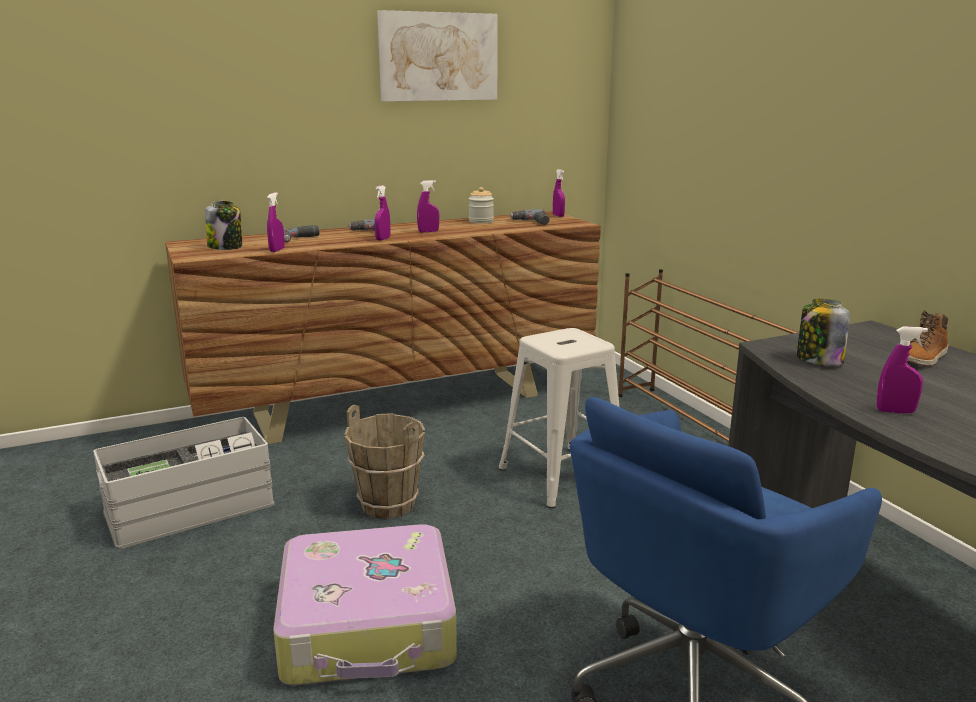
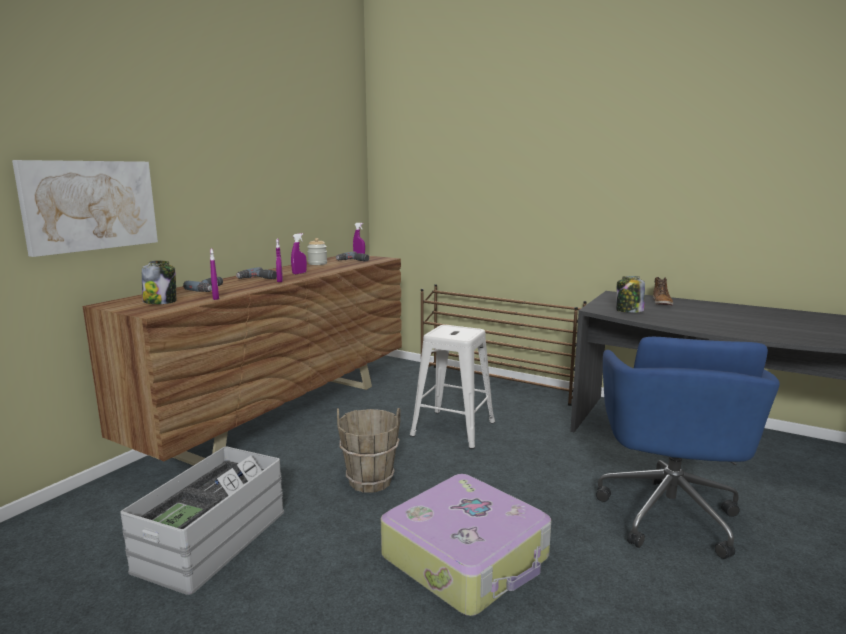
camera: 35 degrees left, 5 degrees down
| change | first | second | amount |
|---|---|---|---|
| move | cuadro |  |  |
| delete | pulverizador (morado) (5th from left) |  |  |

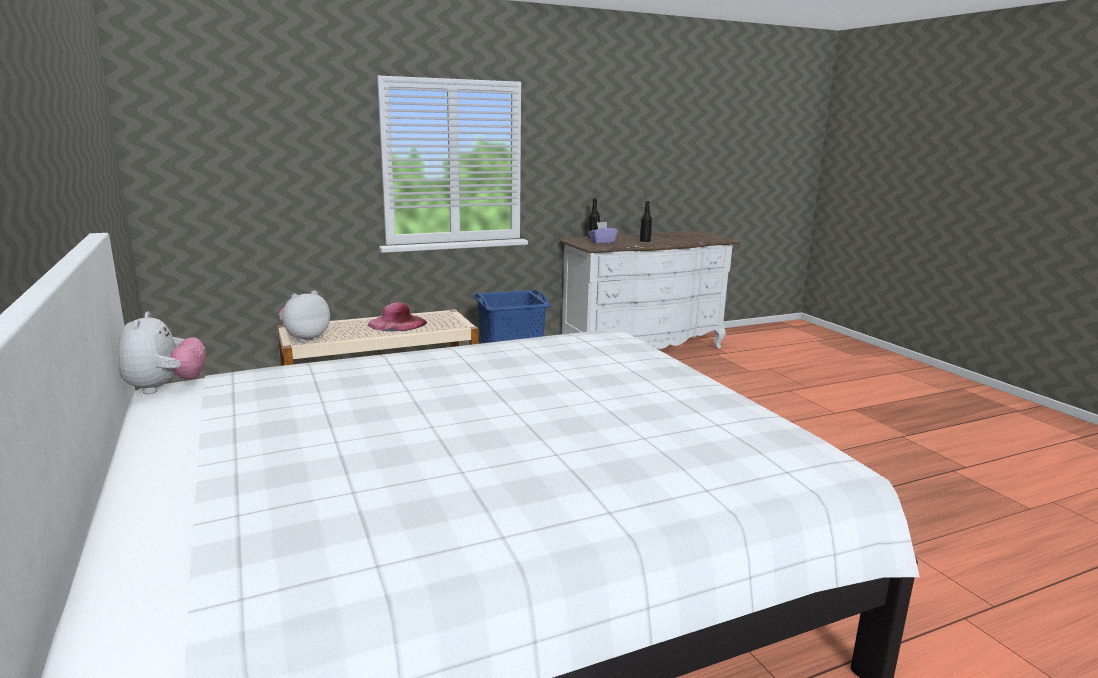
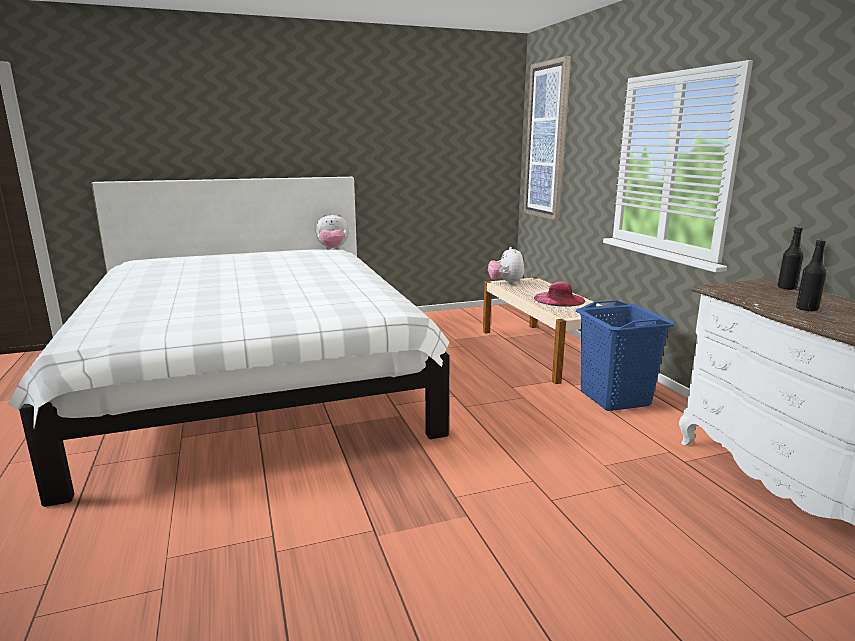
camera: 95 degrees right, 0 degrees up
| change | first | second | amount |
|---|---|---|---|
| rotate | peluche (2nd from left) |  | 150 degrees counterclockwise |
| insert |  | cuadro |  |
| delete | caja de pañuelos (morado) |  |  |

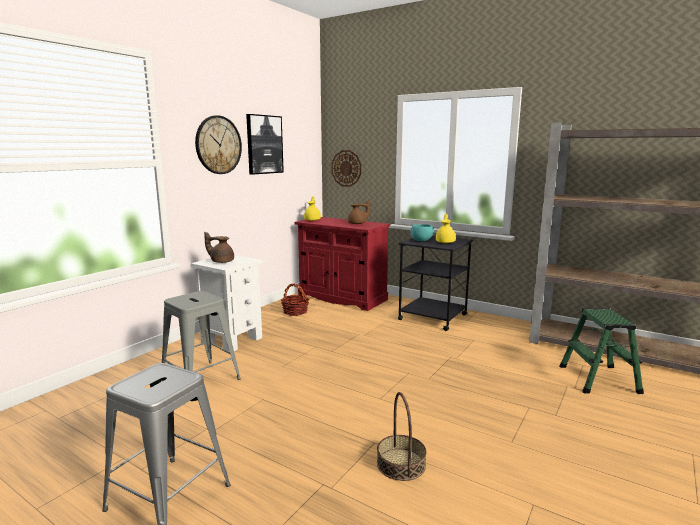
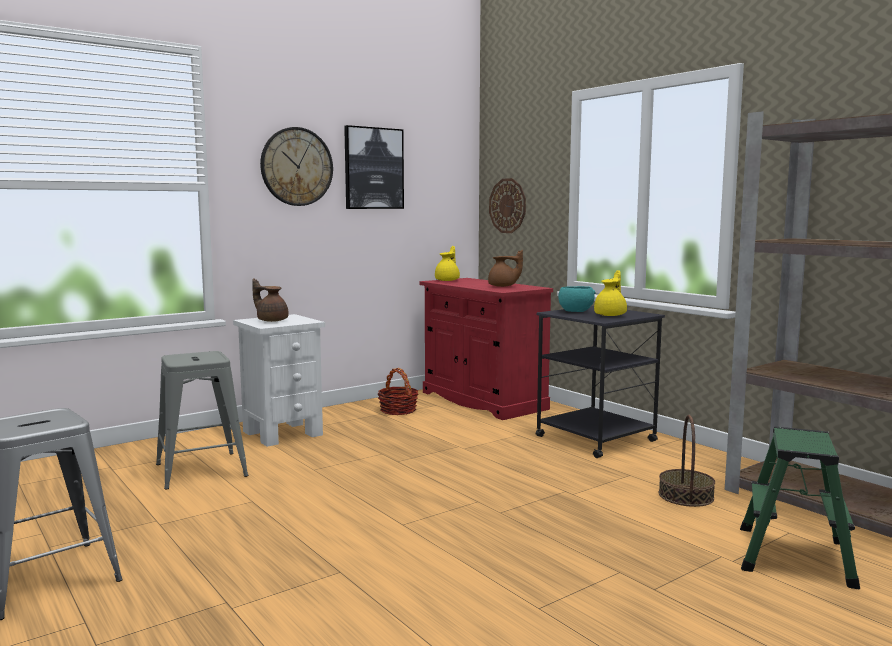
camera: 20 degrees right, 5 degrees down
| change | first | second | amount |
|---|---|---|---|
| move | cesta (2nd from left) |  |  |

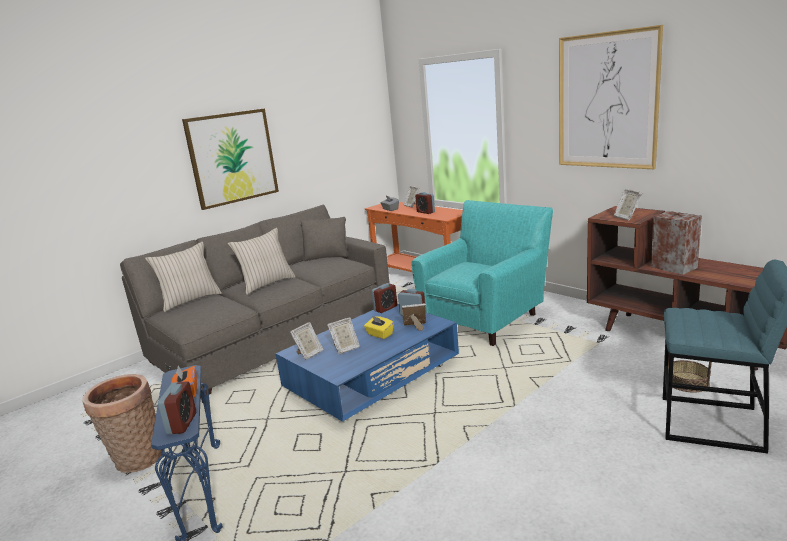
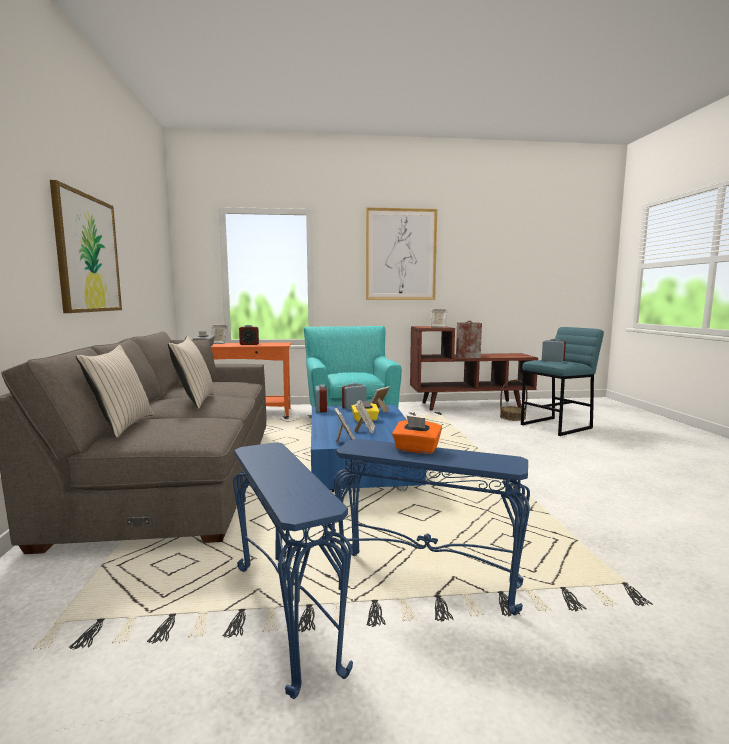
camera: 55 degrees left, 10 degrees down
| change | first | second | amount |
|---|---|---|---|
| replace | cesta (1st from left) | mesa auxiliar (azul) (1st from left) |  |
| move | despertador (1st from left in the first image) | despertador (4th from left) |  |

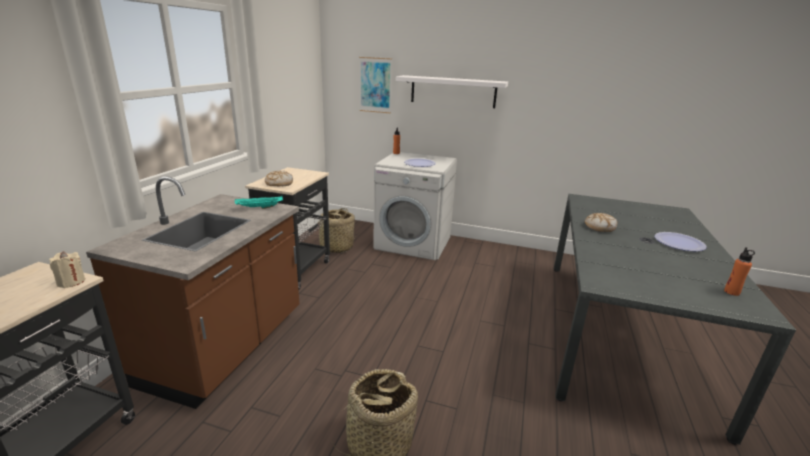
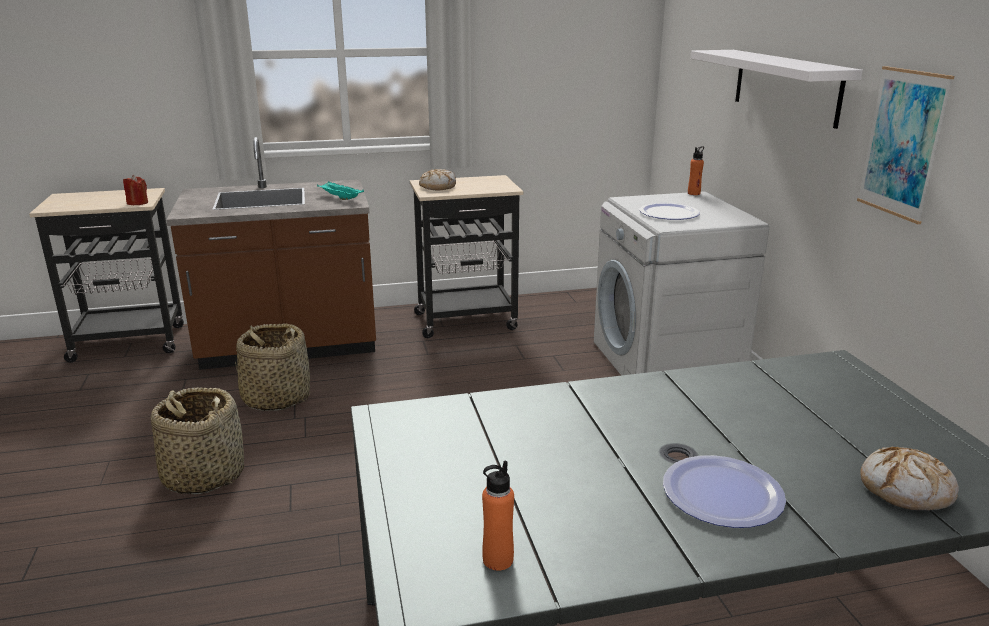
camera: 60 degrees right, 0 degrees up
| change | first | second | amount |
|---|---|---|---|
| recolor | vela (beis) | vela (rojo) |  |
| move | cesta (1st from left in the first image) | cesta (2nd from left) |  |
| move | cuadro |  |  |
| move | pan (2nd from left) |  |  |

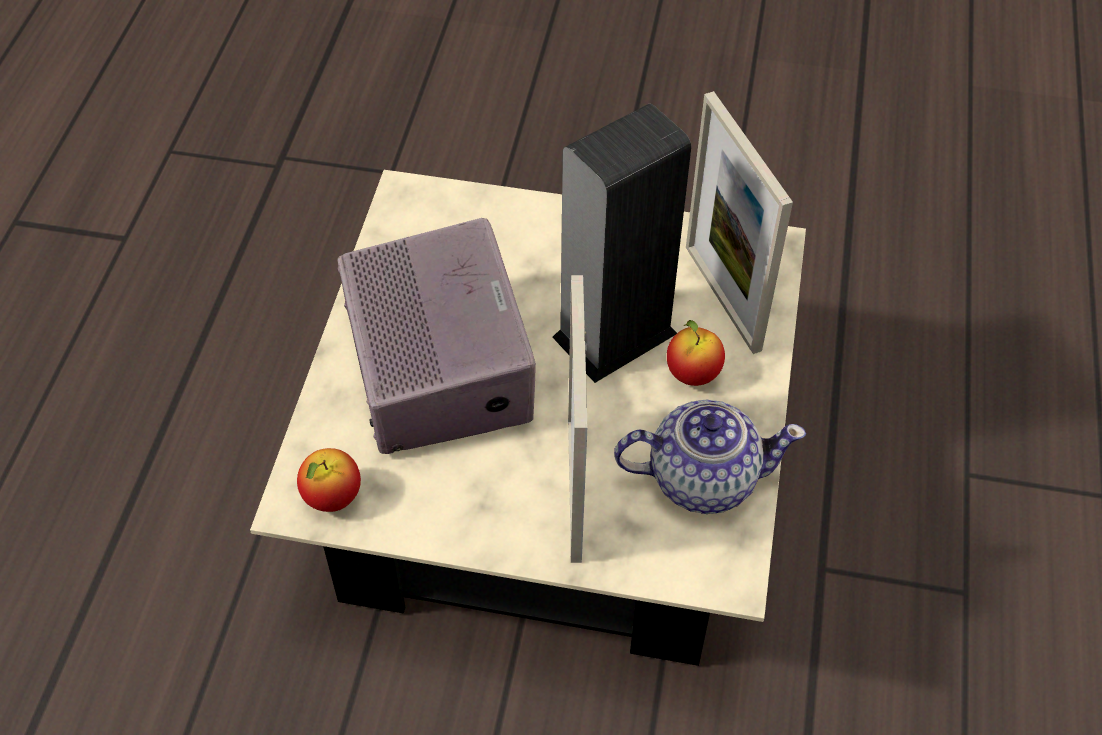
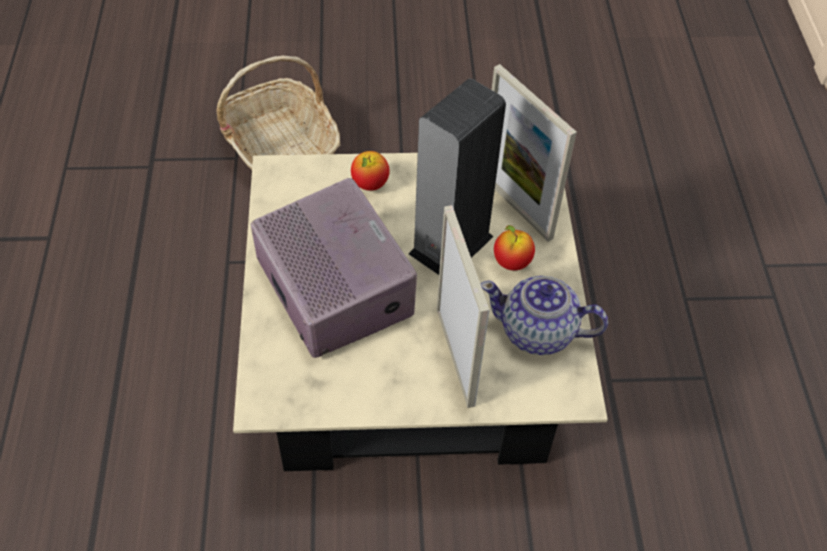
camera: 15 degrees left, 0 degrees up
| change | first | second | amount |
|---|---|---|---|
| insert |  | cesta |  |
| move | manzana (1st from left) |  |  |
| rotate | tetera |  | 150 degrees counterclockwise |

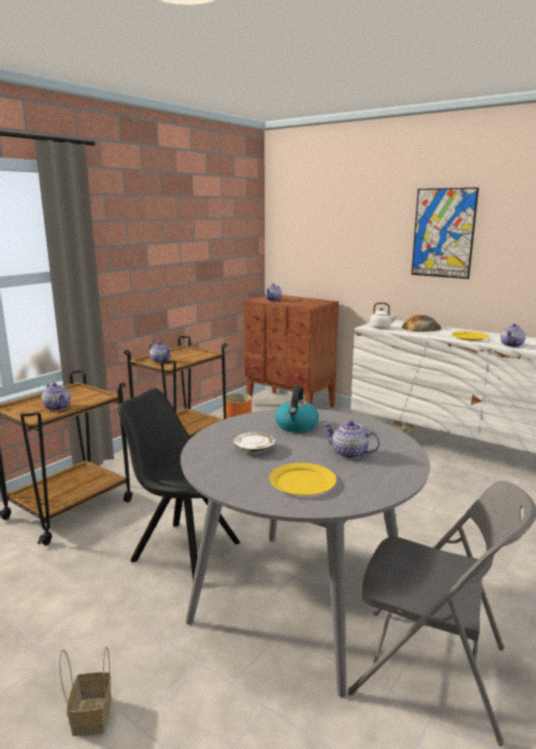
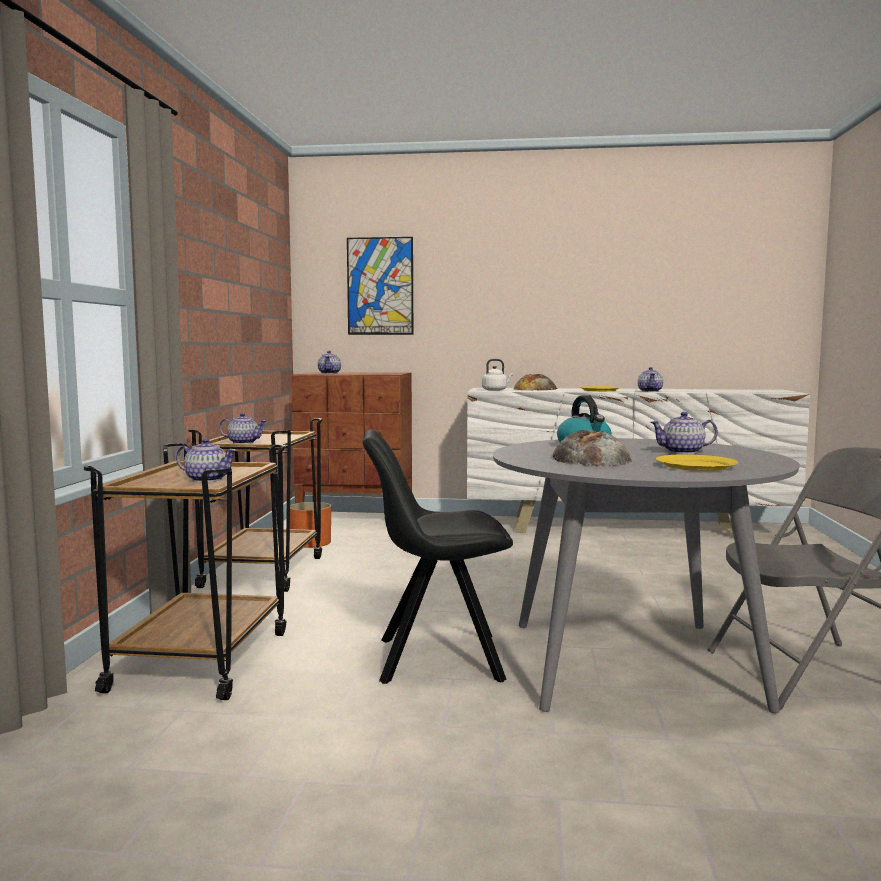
camera: 30 degrees left, 10 degrees down
| change | first | second | amount |
|---|---|---|---|
| move | cuadro |  |  |
| replace | plato (blanco) | pan (2nd from left) |  |
| delete | cesta |  |  |

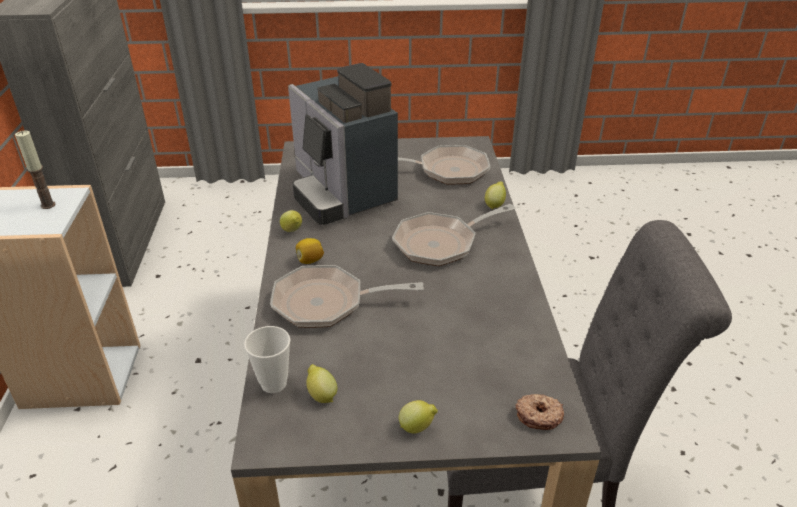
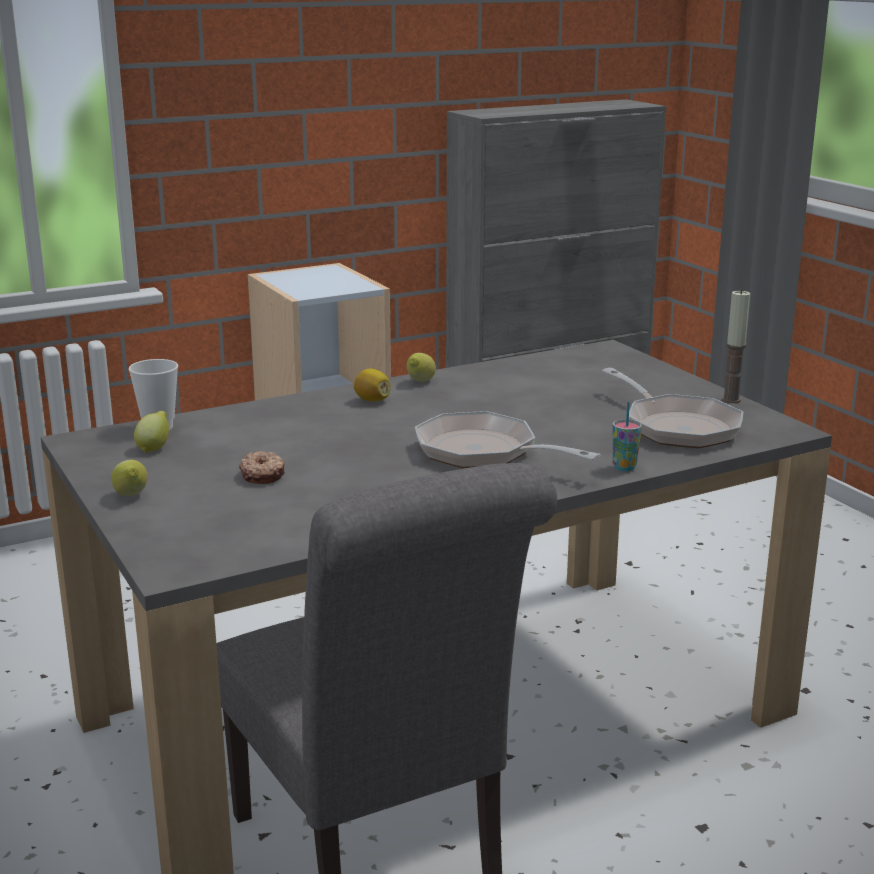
camera: 65 degrees right, 15 degrees down
| change | first | second | amount |
|---|---|---|---|
| move | rosquilla |  |  |
| replace | limón (5th from left) | taza (2nd from left) |  |
| move | vela |  |  |
| delete | sartén (1st from left) |  |  |
| delete | cafetera |  |  |

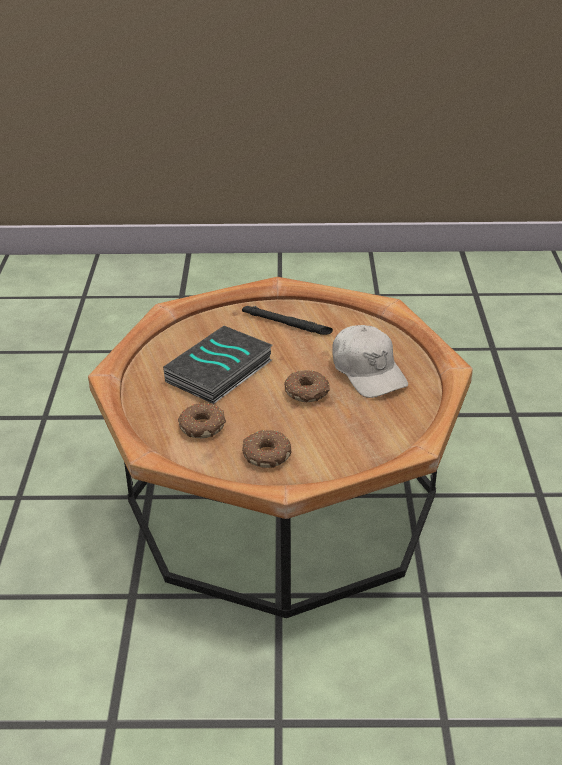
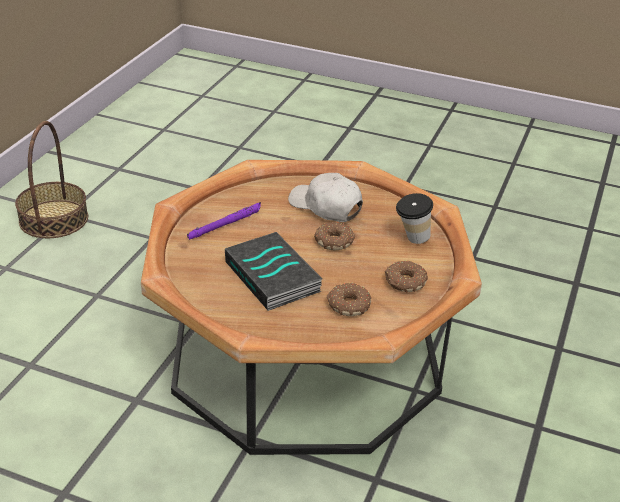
camera: 70 degrees left, 0 degrees up
| change | first | second | amount |
|---|---|---|---|
| insert |  | cesta |  |
| recolor | linterna (negro) | linterna (morado) |  |
| rotate | gorra (blanco) |  | 135 degrees counterclockwise |
| insert |  | taza |  |

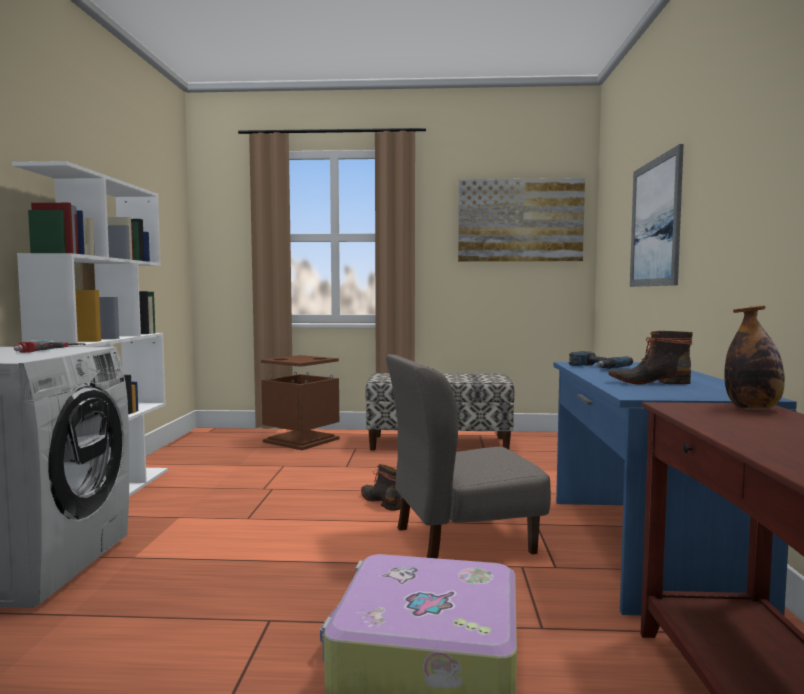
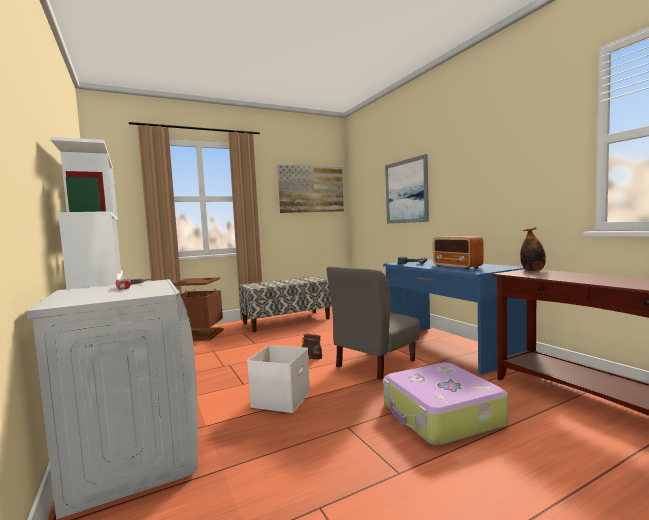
camera: 30 degrees left, 0 degrees up
| change | first | second | amount |
|---|---|---|---|
| insert |  | caja de almacenaje (blanco) |  |
| replace | bota (2nd from left) | radio |  |

